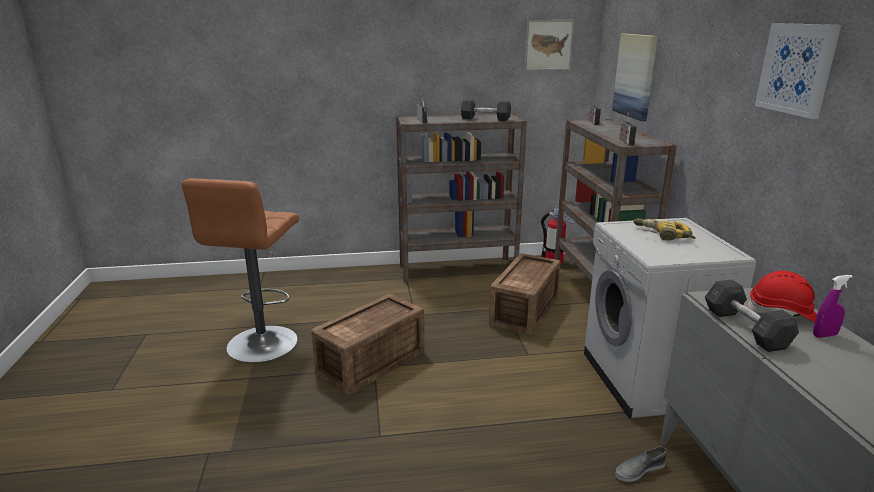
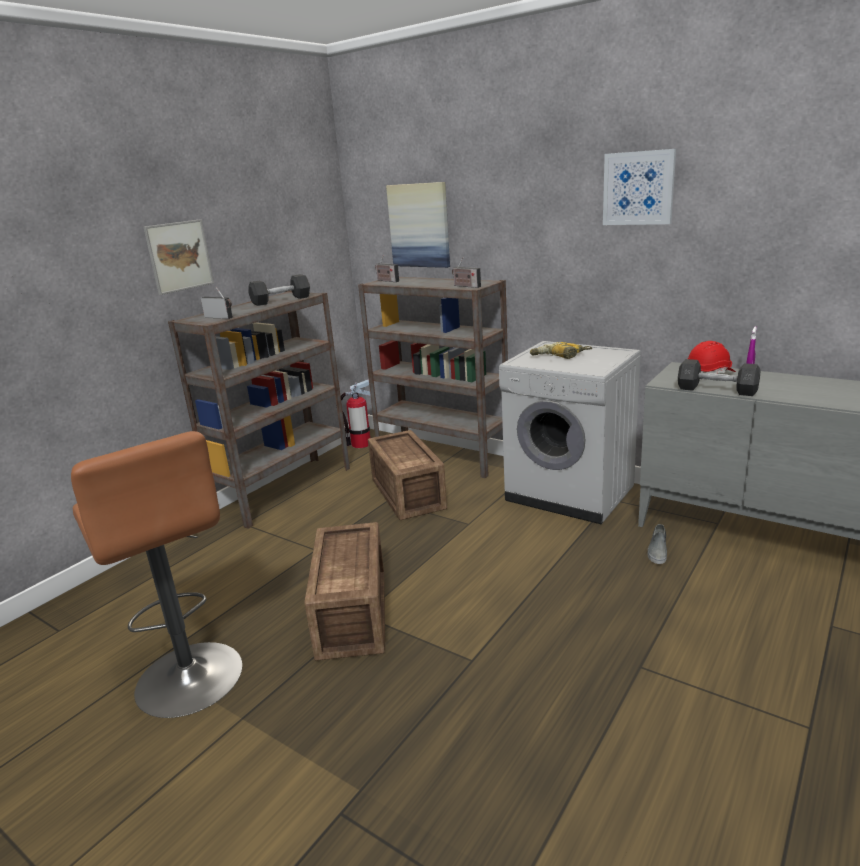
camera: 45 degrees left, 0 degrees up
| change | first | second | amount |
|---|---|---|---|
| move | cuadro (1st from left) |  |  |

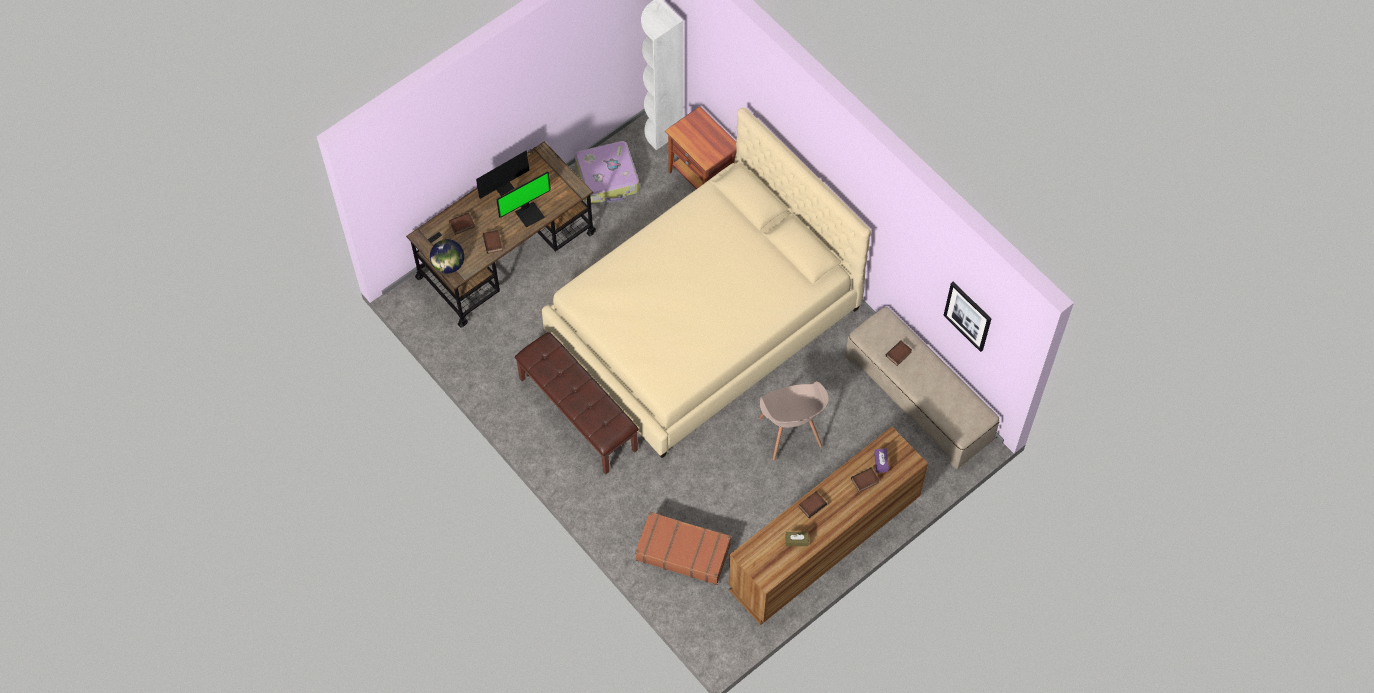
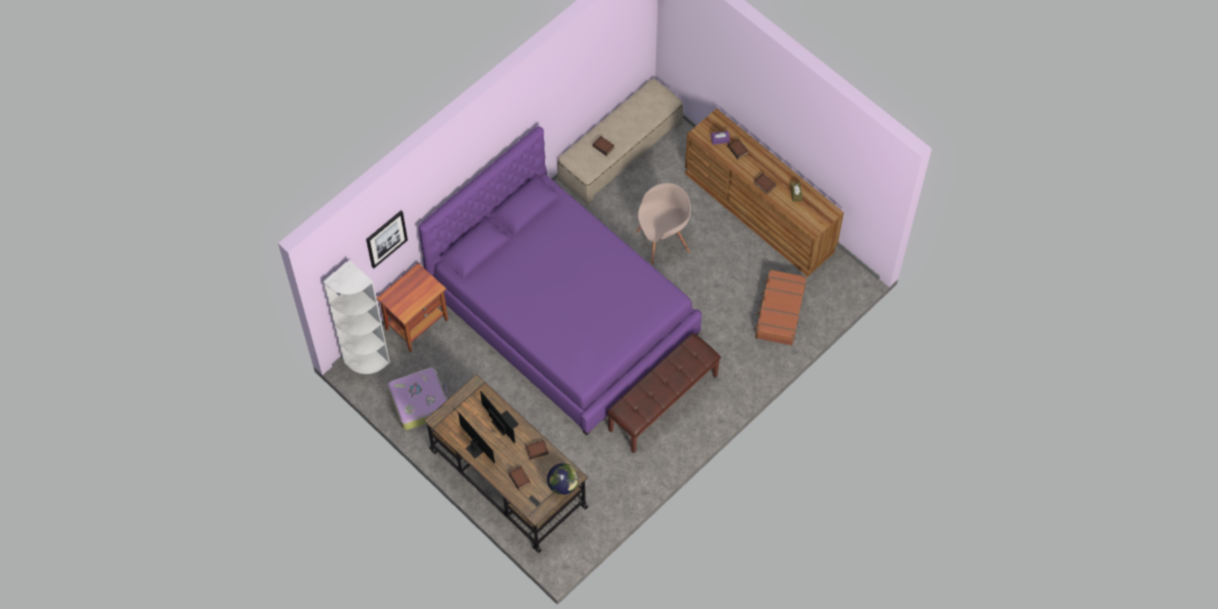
camera: 95 degrees left, 0 degrees up
| change | first | second | amount |
|---|---|---|---|
| move | cuadro |  |  |
| recolor | cama (beis) | cama (morado) |  |

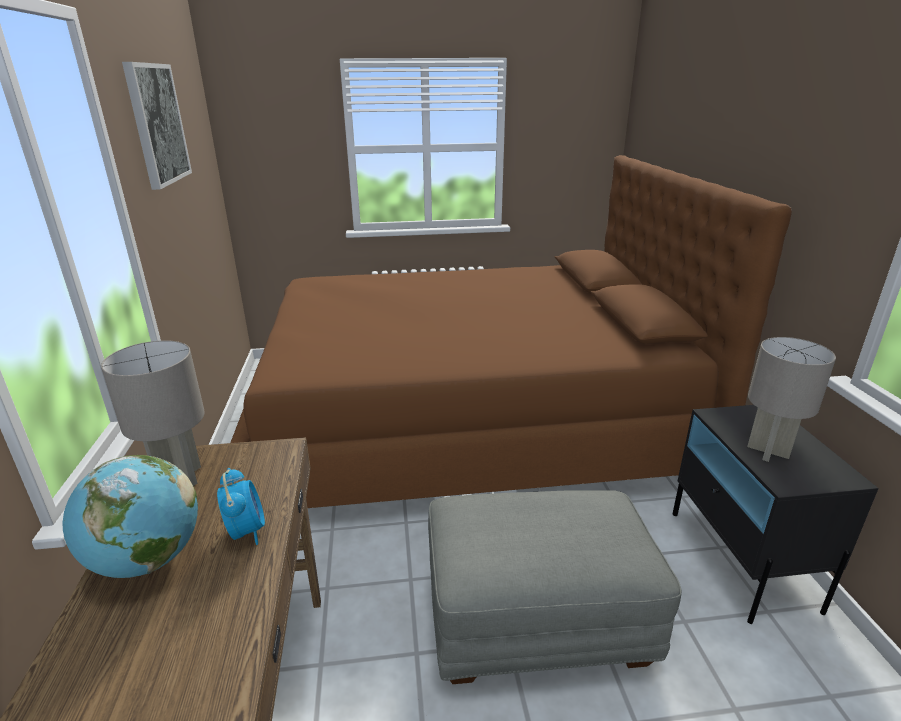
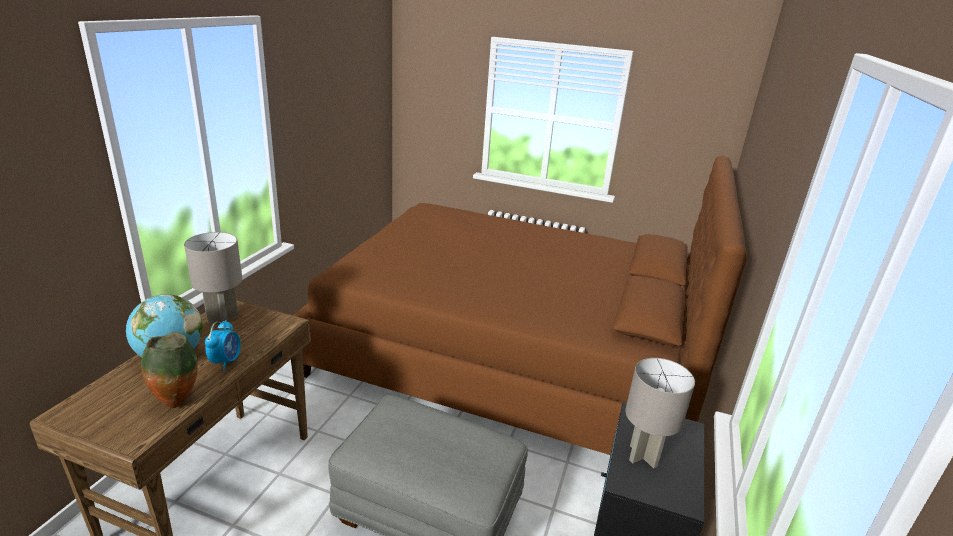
camera: 25 degrees right, 0 degrees up
| change | first | second | amount |
|---|---|---|---|
| insert |  | florero |  |
| delete | cuadro |  |  |

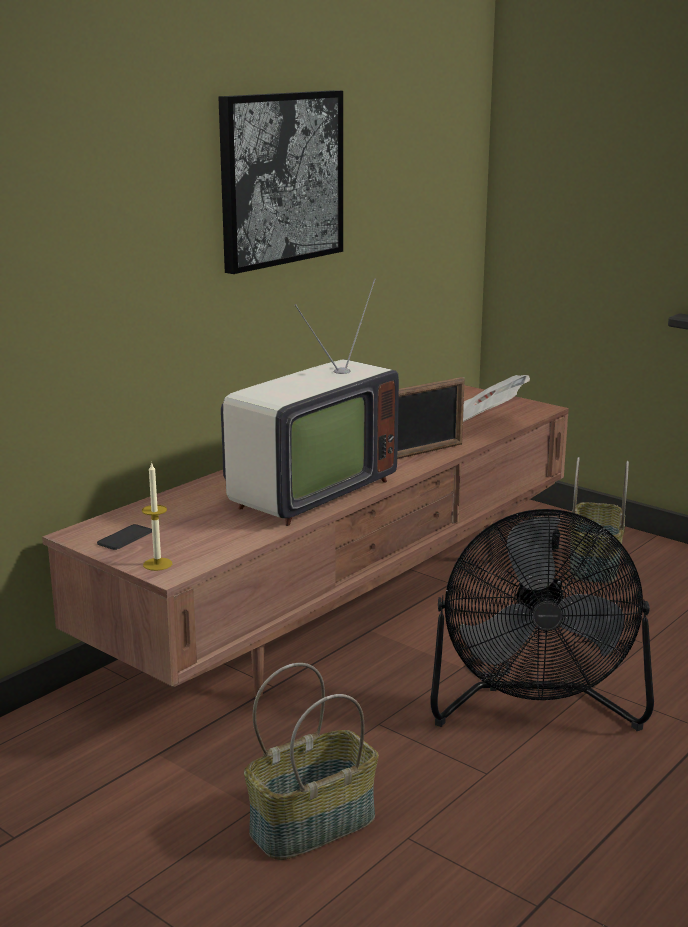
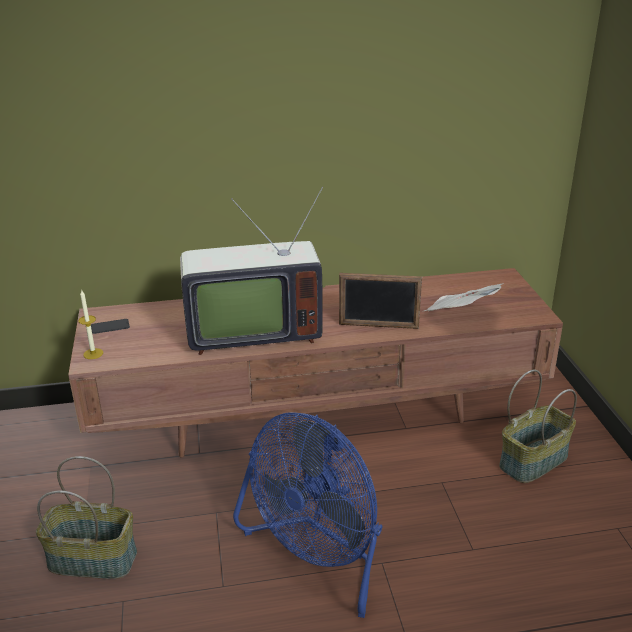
camera: 40 degrees right, 10 degrees up
| change | first | second | amount |
|---|---|---|---|
| recolor | ventilador (negro) | ventilador (azul) |  |
| delete | cuadro |  |  |

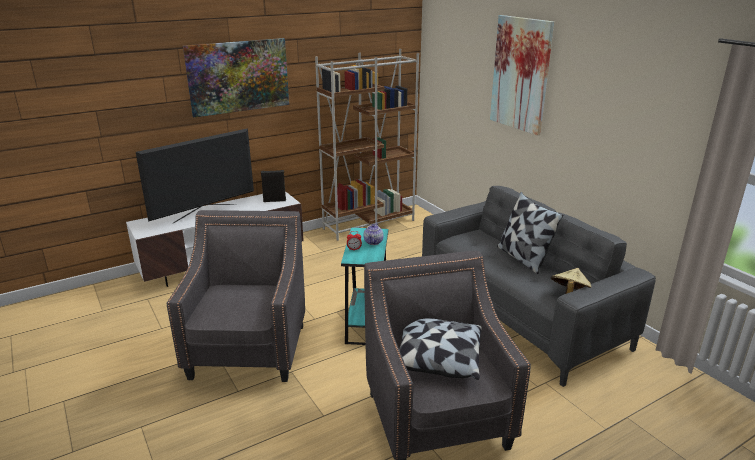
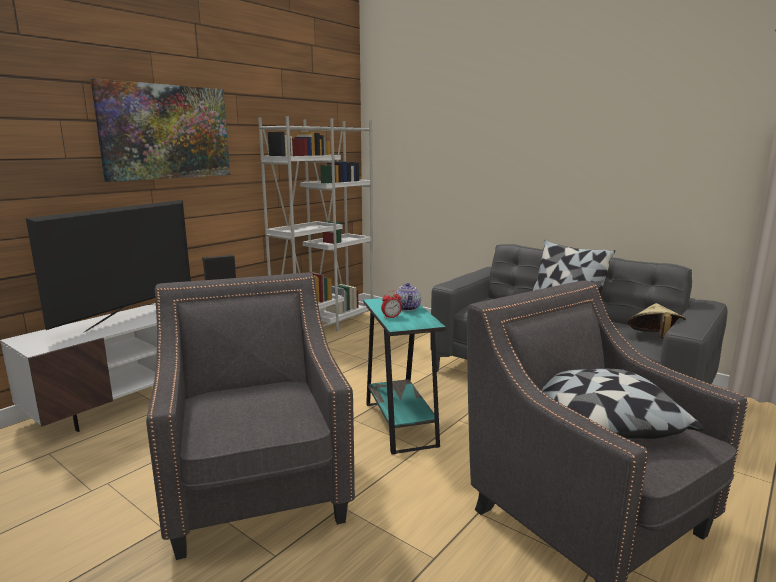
camera: 20 degrees left, 10 degrees down
| change | first | second | amount |
|---|---|---|---|
| recolor | estantería (marrón) | estantería (blanco) |  |
| delete | cuadro (2nd from left) |  |  |

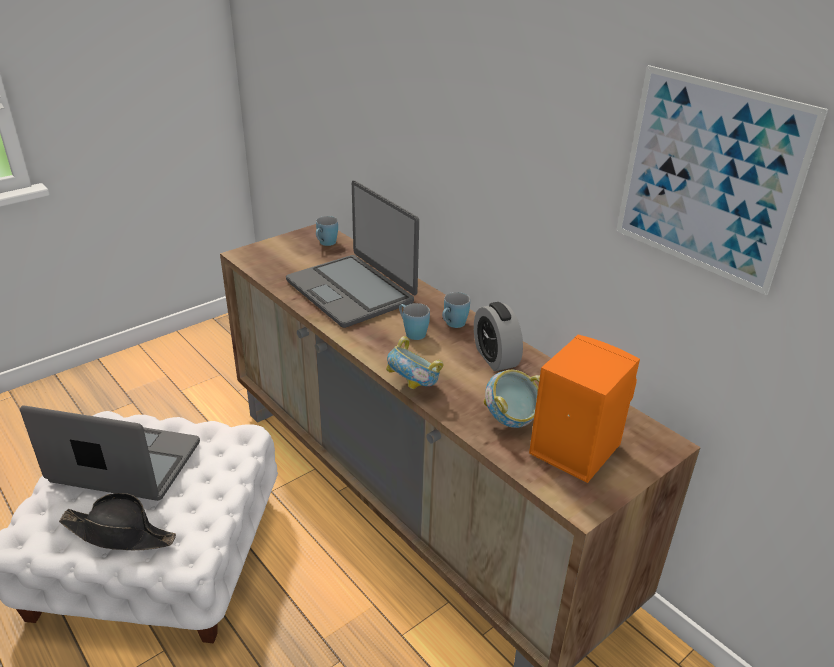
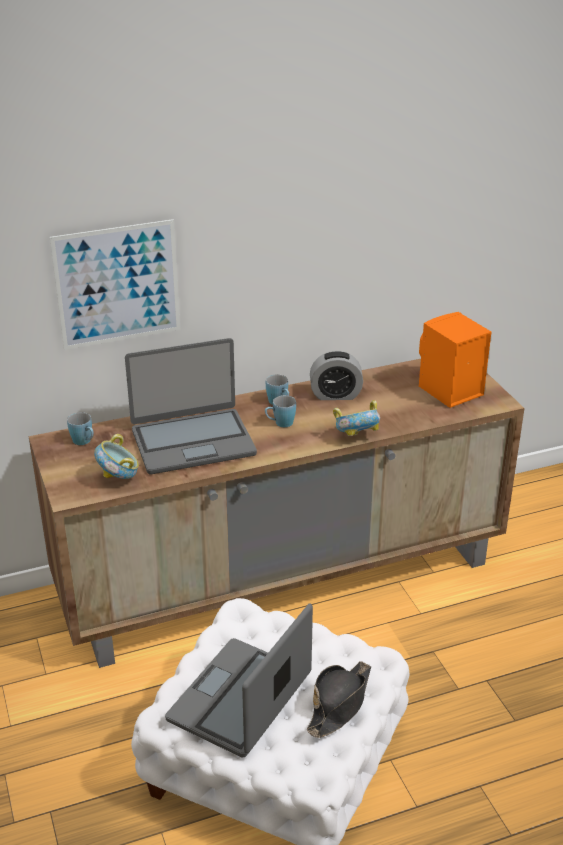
camera: 70 degrees left, 0 degrees up
| change | first | second | amount |
|---|---|---|---|
| move | cuadro |  |  |
| move | cuenco (2nd from left in the first image) | cuenco (1st from left) |  |

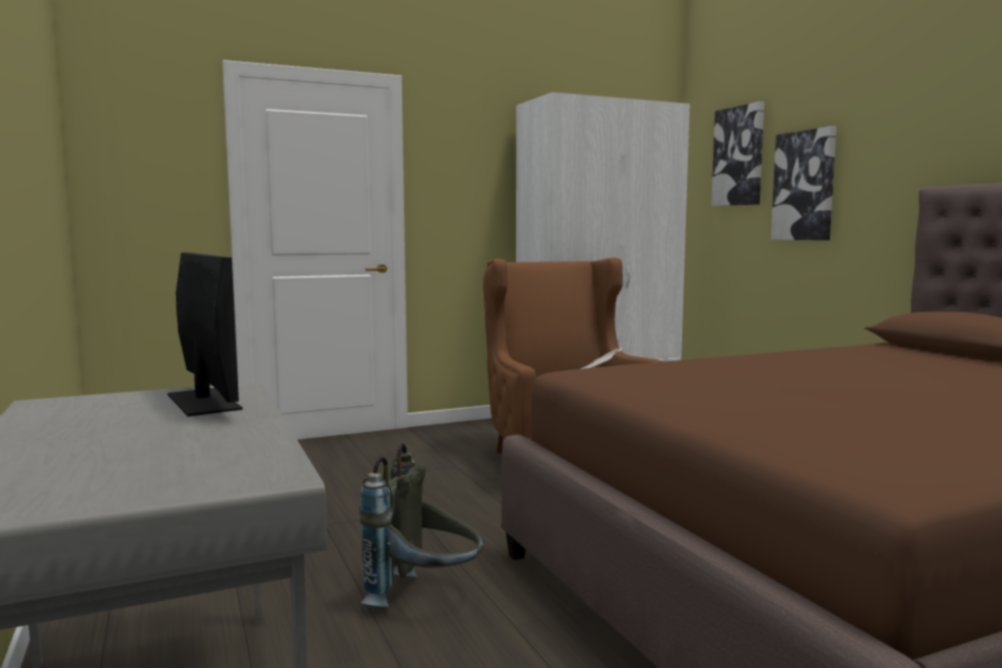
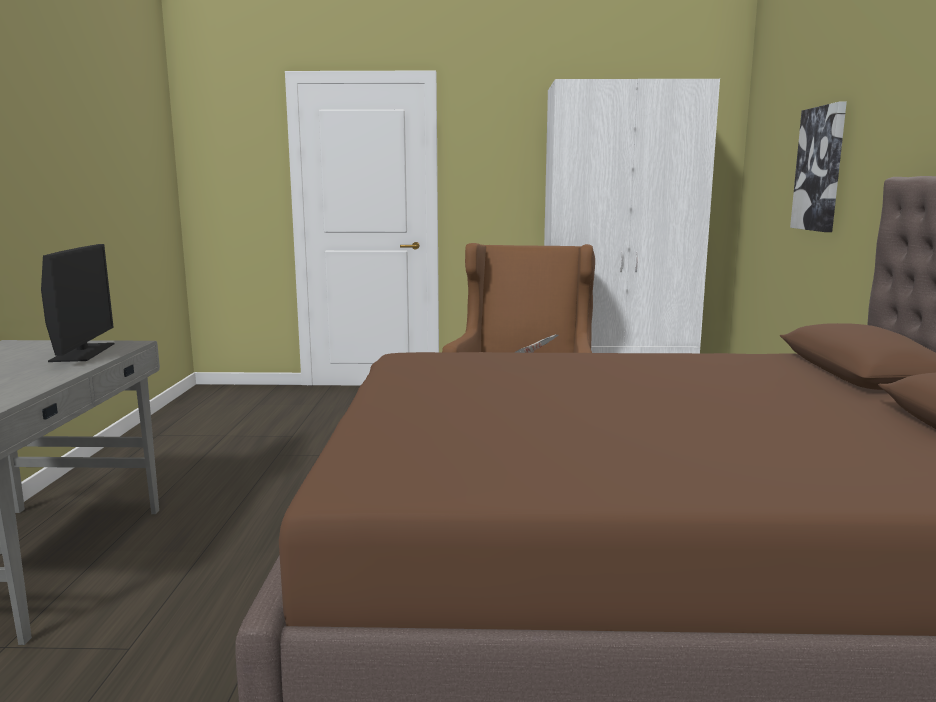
camera: 25 degrees right, 5 degrees up
| change | first | second | amount |
|---|---|---|---|
| delete | mochila (gris) |  |  |
| delete | cuadro (1st from left) |  |  |

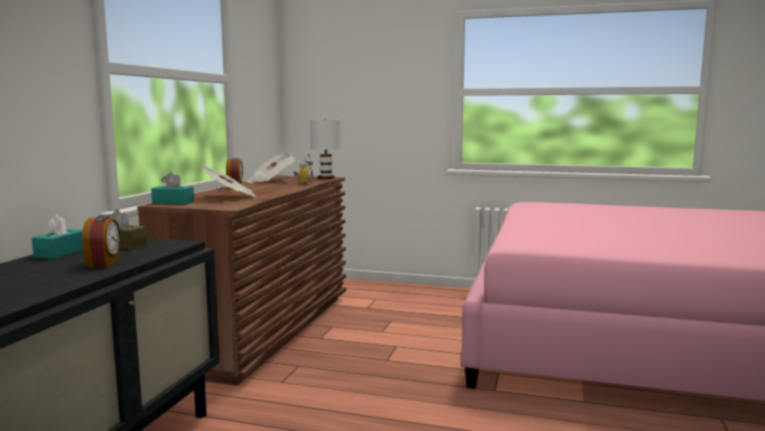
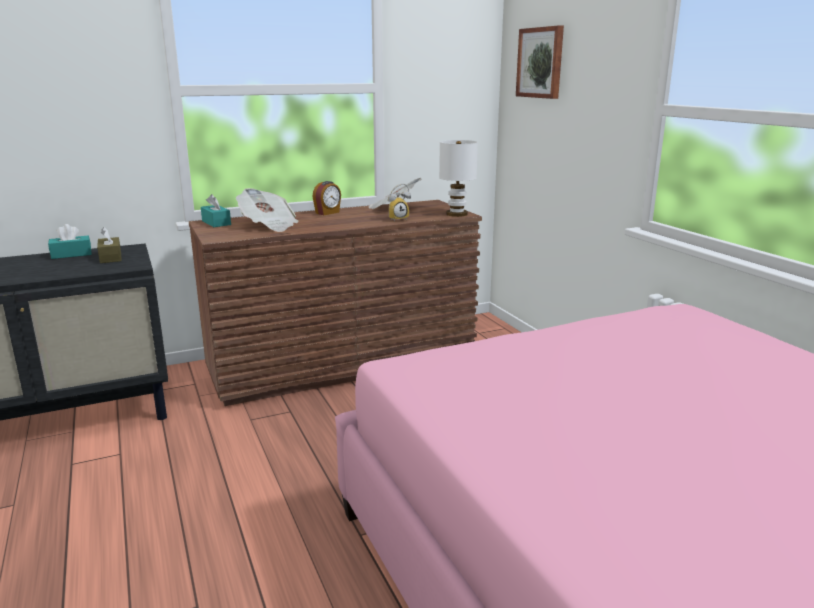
camera: 50 degrees right, 10 degrees up
| change | first | second | amount |
|---|---|---|---|
| insert |  | cuadro |  |
| delete | despertador (1st from left) |  |  |

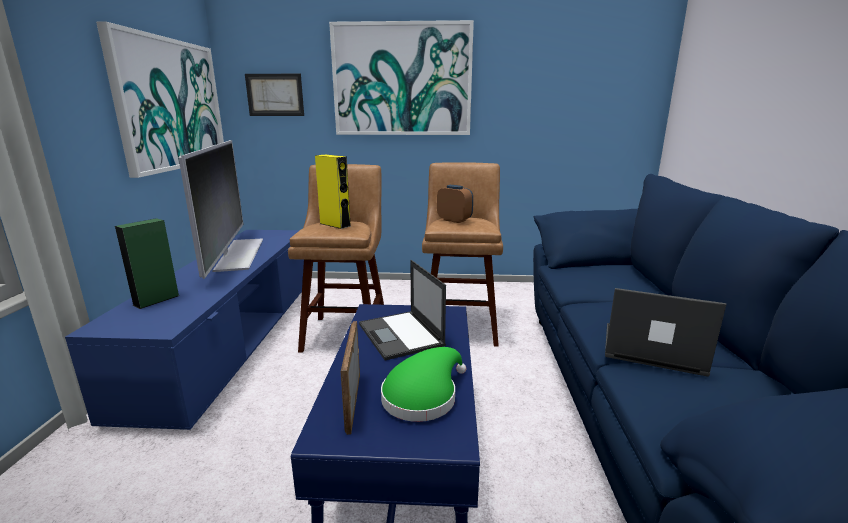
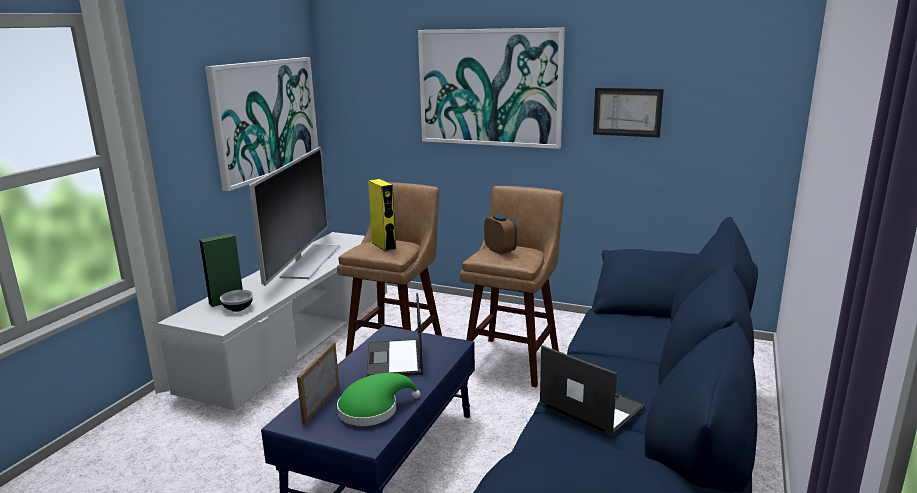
camera: 20 degrees right, 0 degrees up
| change | first | second | amount |
|---|---|---|---|
| recolor | mueble de televisión (azul) | mueble de televisión (blanco) |  |
| insert |  | cuenco |  |
| move | cuadro (2nd from left in the first image) | cuadro (3rd from left) |  |

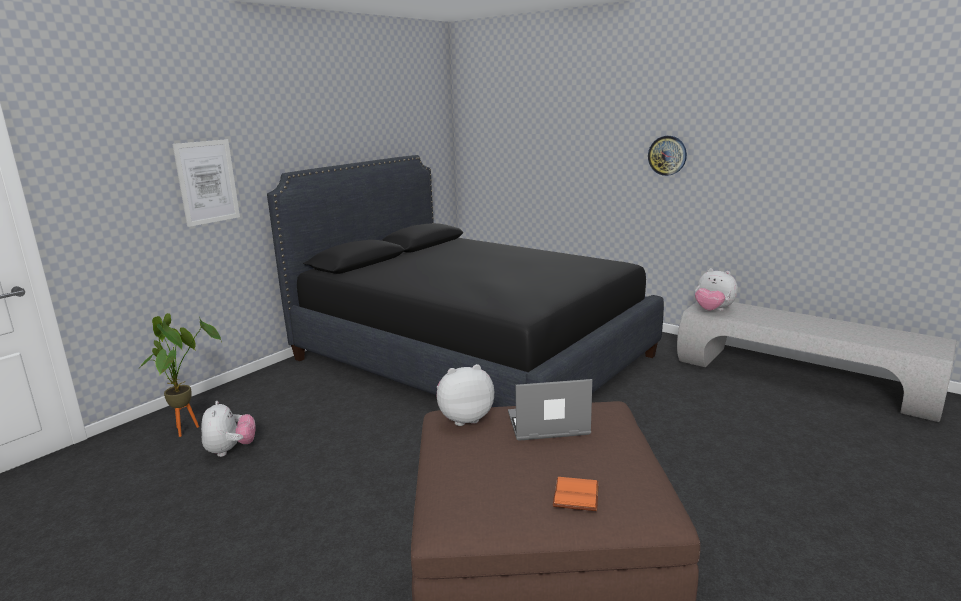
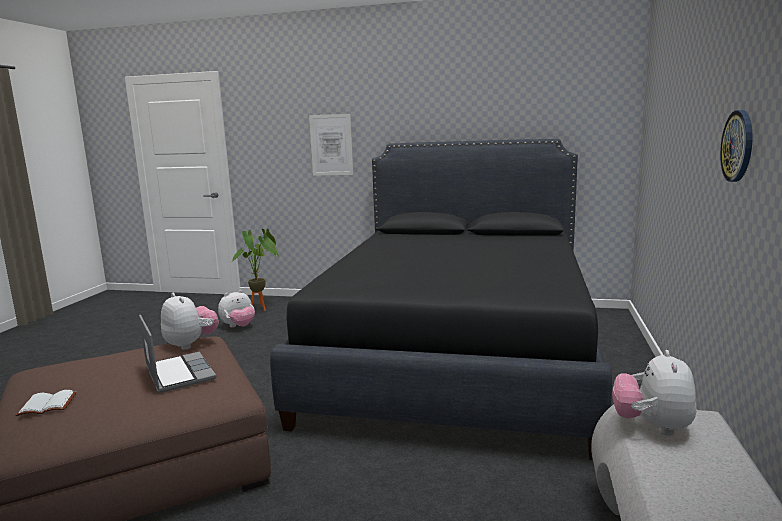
camera: 65 degrees right, 5 degrees down
| change | first | second | amount |
|---|---|---|---|
| recolor | libro (naranja) | libro (blanco) |  |

